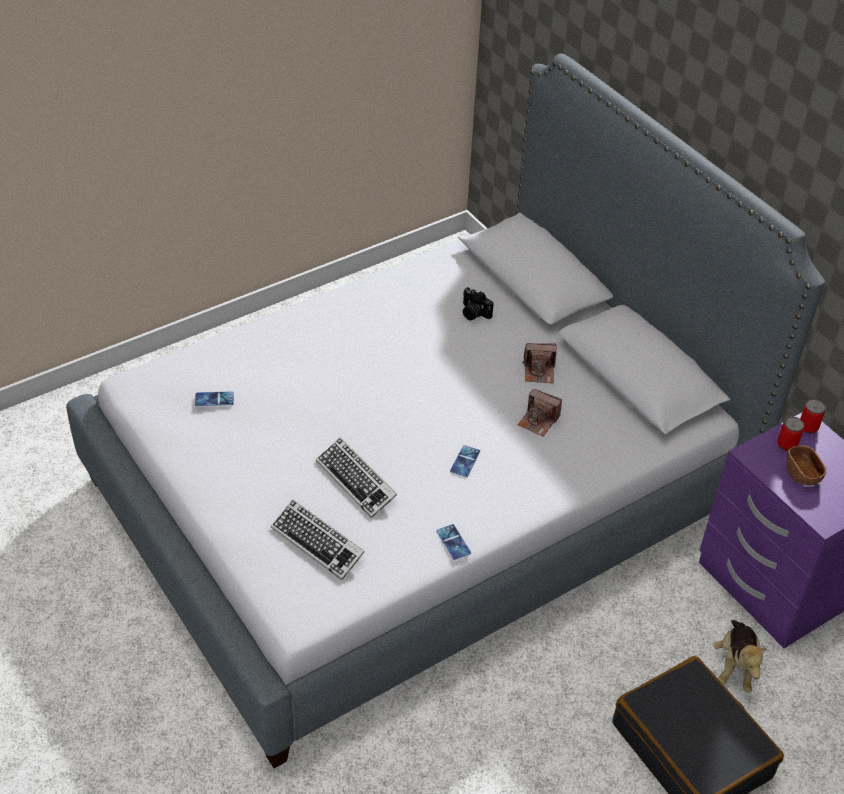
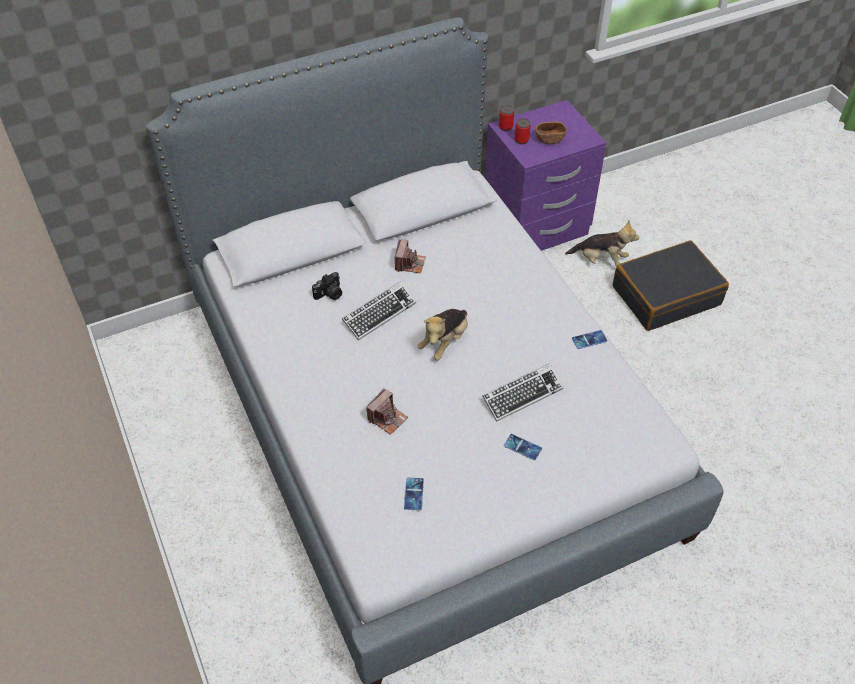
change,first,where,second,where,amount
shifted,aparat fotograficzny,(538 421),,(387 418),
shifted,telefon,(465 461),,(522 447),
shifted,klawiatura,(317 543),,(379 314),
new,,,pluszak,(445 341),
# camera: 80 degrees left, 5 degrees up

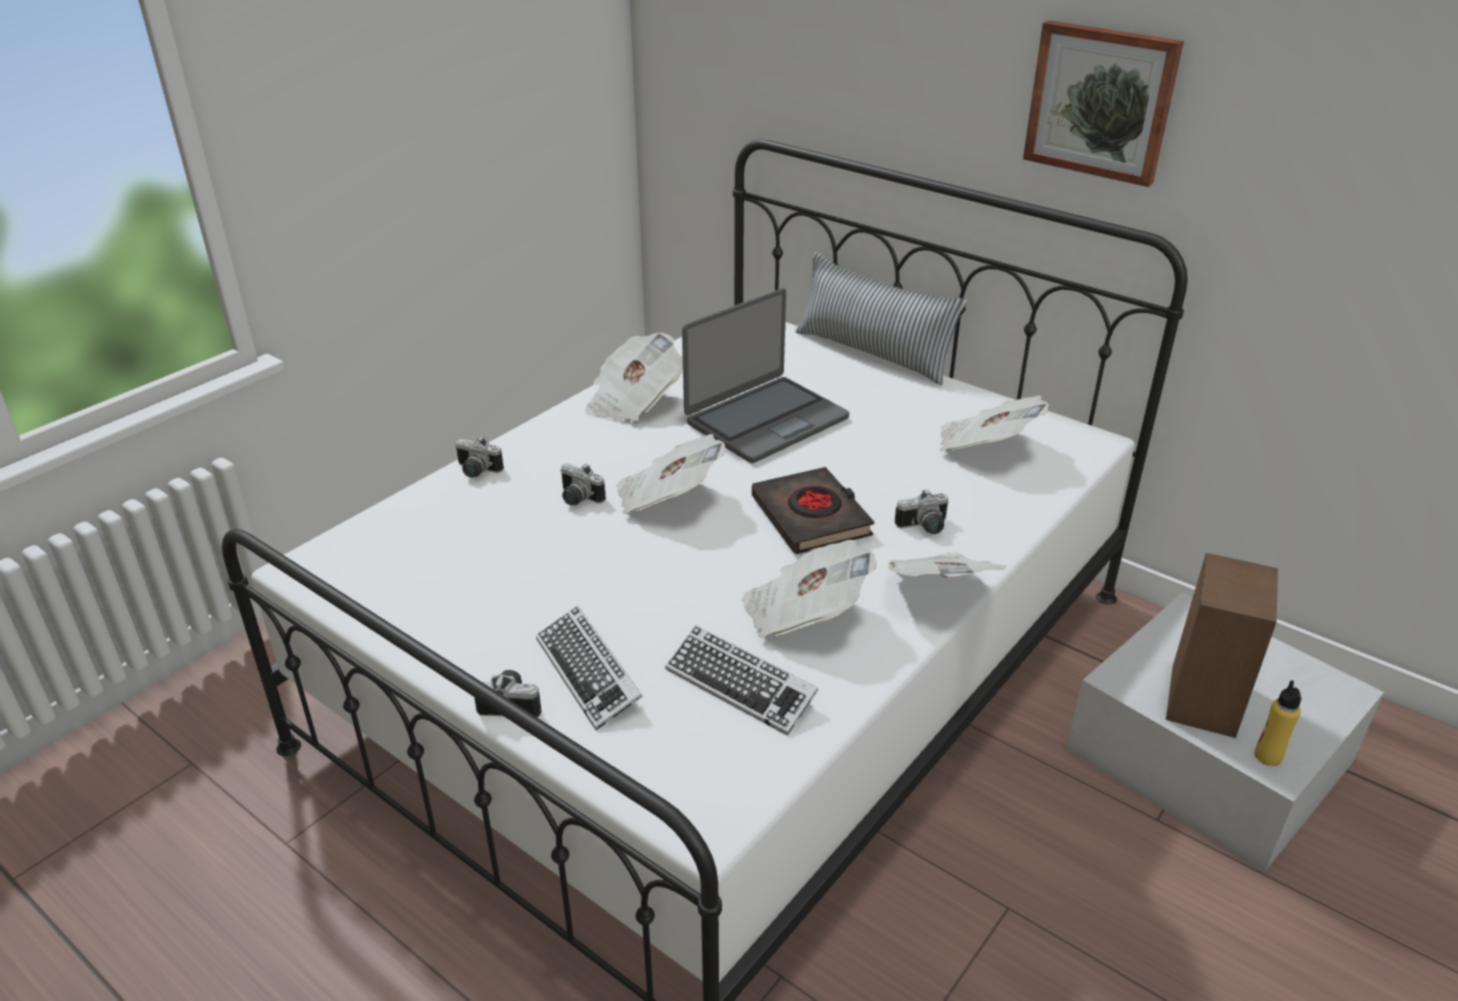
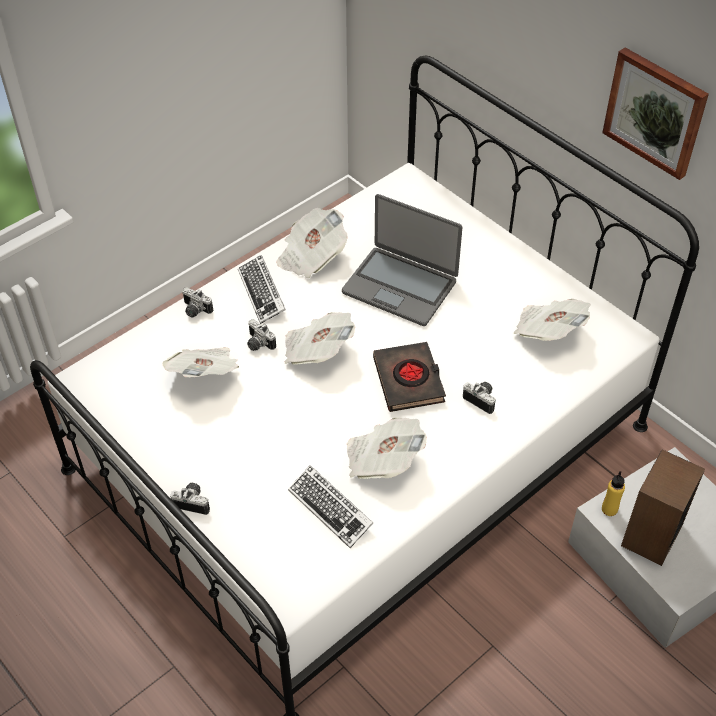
change,first,where,second,where,amount
gone,poduszka,(873 353),,,
rotated,laptop,(765 420),,(400 286),60 degrees clockwise
rotated,aparat fotograficzny,(924 527),,(482 399),135 degrees counterclockwise
shifted,gazeta,(942 591),,(205 374),
shifted,klawiatura,(589 673),,(262 293),
shifted,butelka [żółty],(1268 756),,(609 509),
# camera: 10 degrees right, 15 degrees up

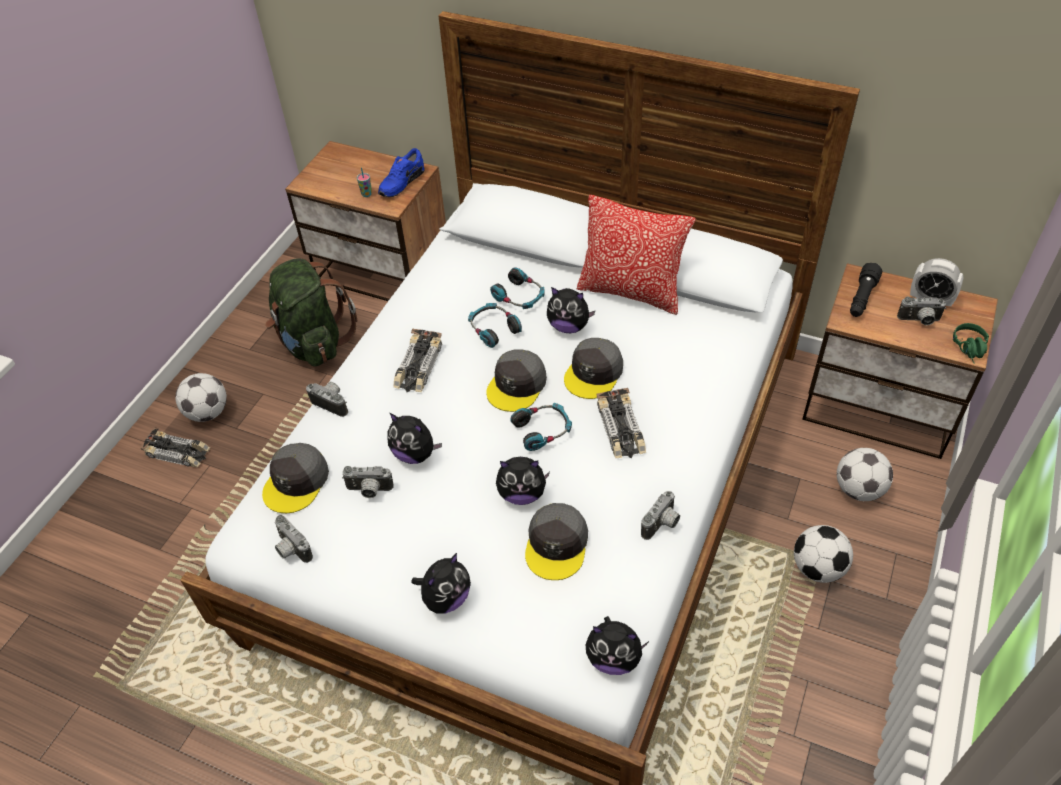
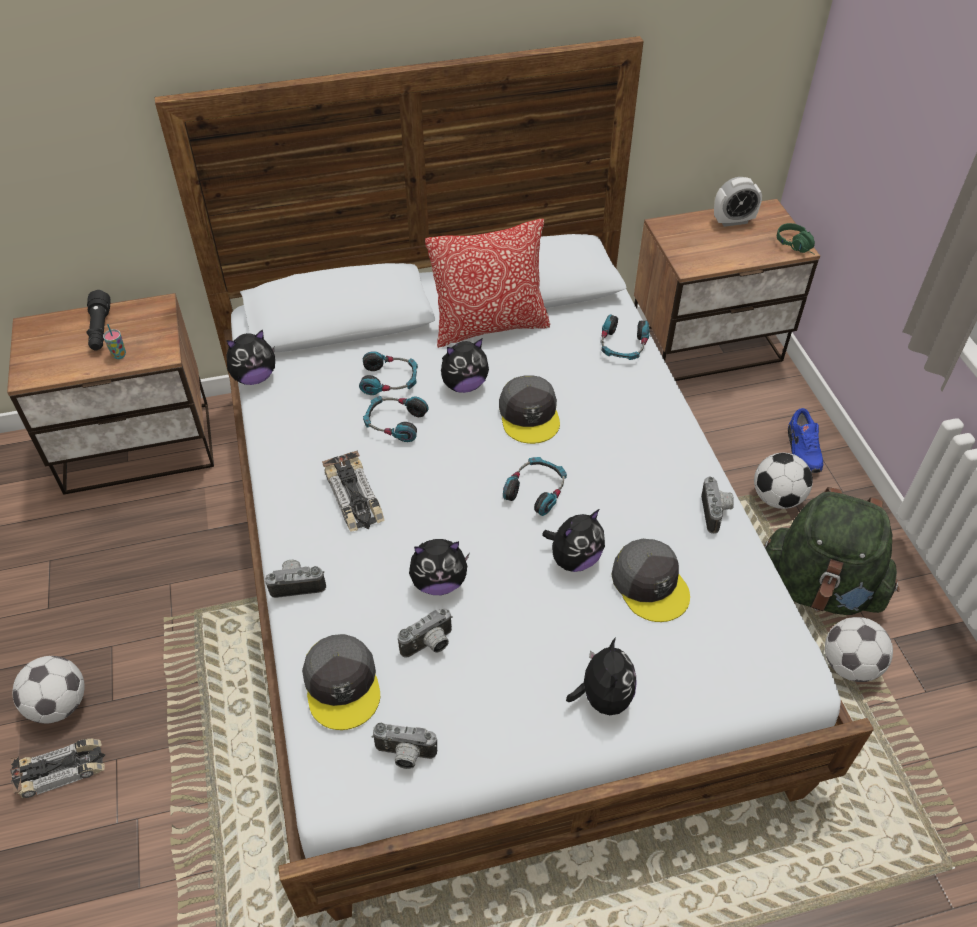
change,first,where,second,where,amount
shifted,but [niebieski],(401 183),,(802 450),
shifted,plecak [zielony],(314 342),,(819 588),
shifted,latarka [czarny],(861 298),,(100 330),
gone,aparat fotograficzny,(919 321),,,
gone,czapka z daszkiem [szary],(517 385),,,
gone,samochodzik,(621 429),,,
shifted,piłka futbolowa,(858 489),,(849 665),
shifted,pluszak,(613 658),,(254 377),
new,,,słuchawki,(623 345),
# camera: 40 degrees left, 0 degrees up

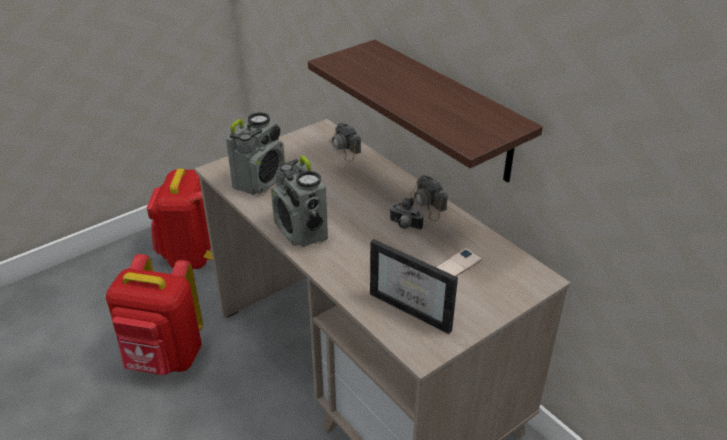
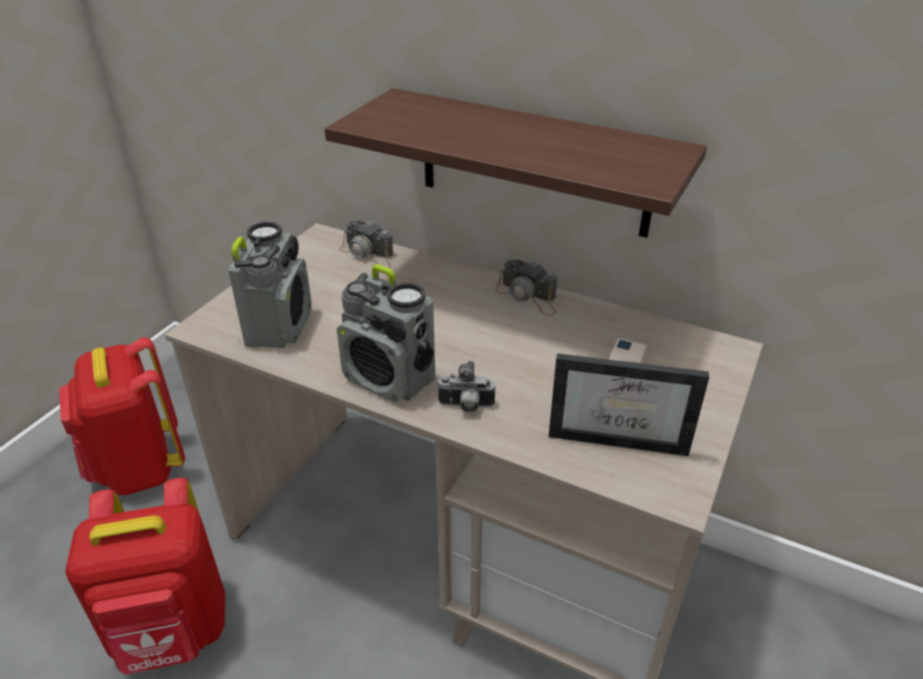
change,first,where,second,where,amount
shifted,aparat fotograficzny,(404 226),,(466 407),
# camera: 25 degrees left, 0 degrees up

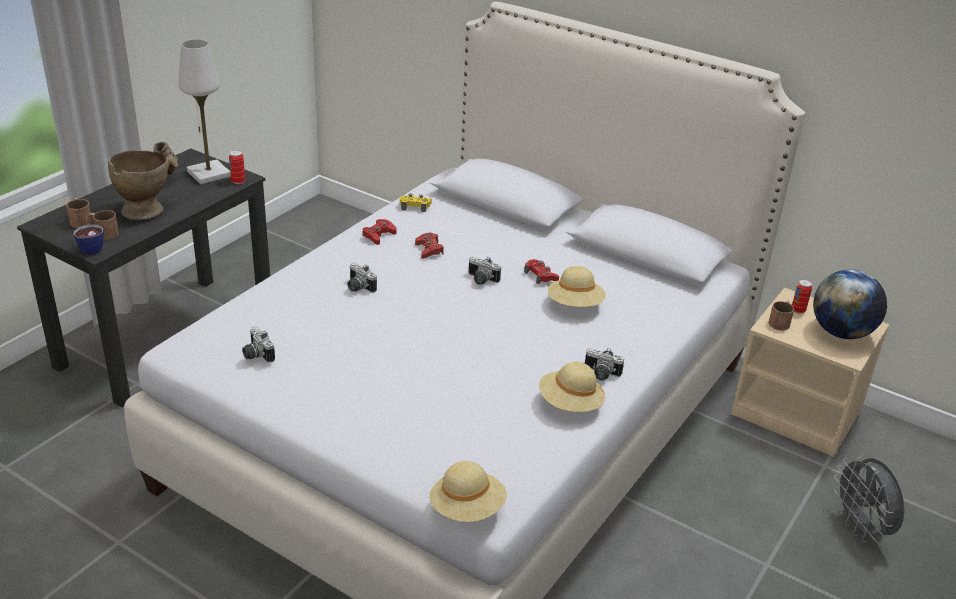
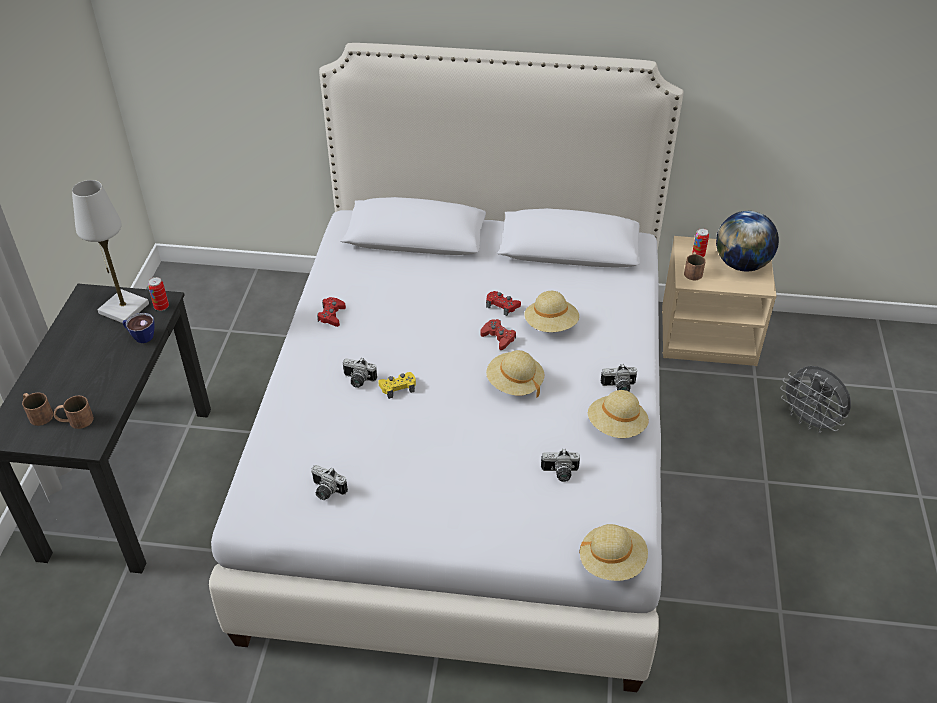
change,first,where,second,where,amount
gone,wazon [beżowy],(148 209),,,
shifted,pad do gier [żółty],(415 206),,(398 387),
shifted,filiżanka,(90 248),,(140 336),
shifted,pad do gier [czerwony],(429 250),,(498 337),
shifted,aparat fotograficzny,(481 280),,(560 473),
new,,,kapelusz [beżowy],(514 384),
# camera: 25 degrees left, 10 degrees up

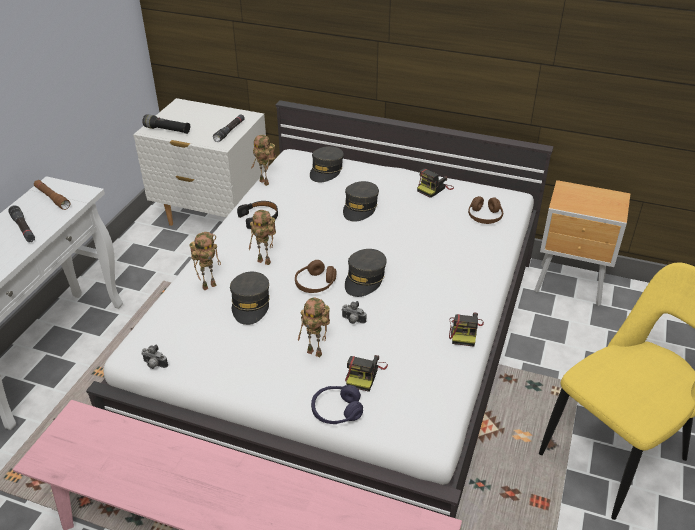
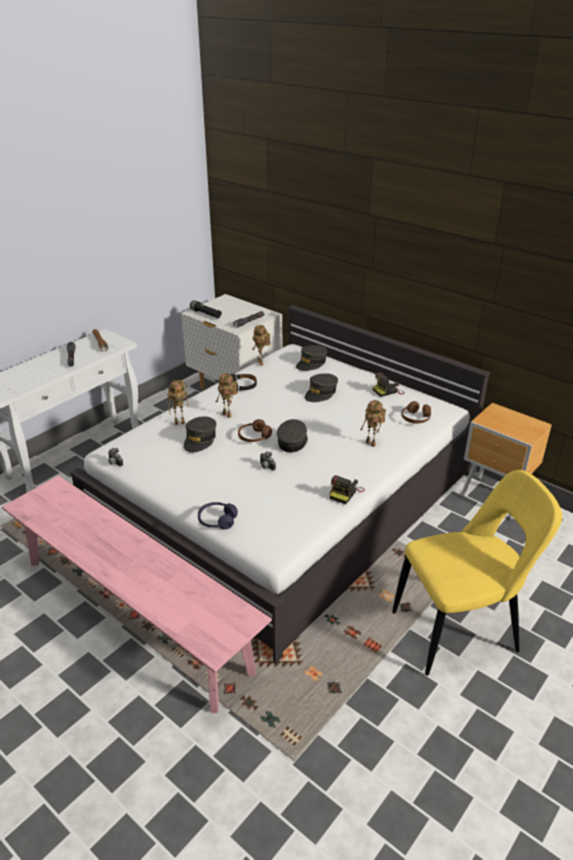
change,first,where,second,where,amount
rotated,czapka z daszkiem [szary],(365 279),,(292 441),150 degrees clockwise
shifted,robot zabawkowy,(316 352),,(372 443),
gone,aparat fotograficzny,(364 374),,,
# camera: 20 degrees right, 5 degrees down

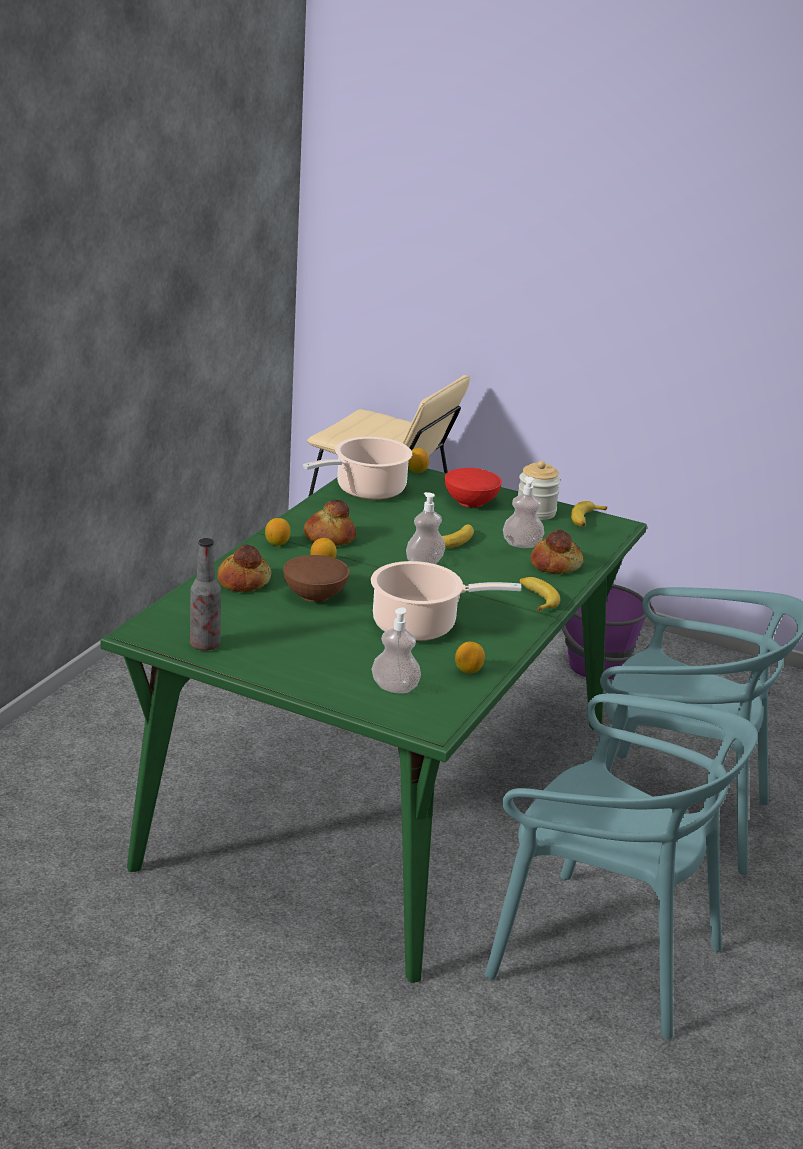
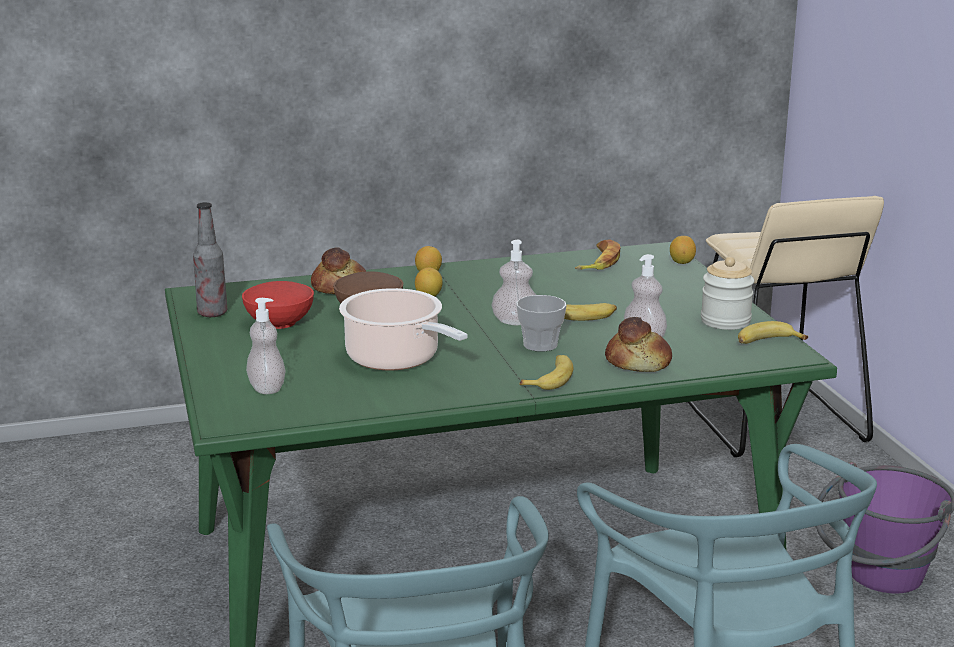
change,first,where,second,where,amount
swapped,garnek,(366 490),banan,(598 262),
shifted,miska [czerwony],(470 502),,(278 322),
gone,chleb,(328 537),,,
gone,cytryna,(468 670),,,
new,,,filiżanka,(540 345),
# camera: 50 degrees right, 5 degrees down

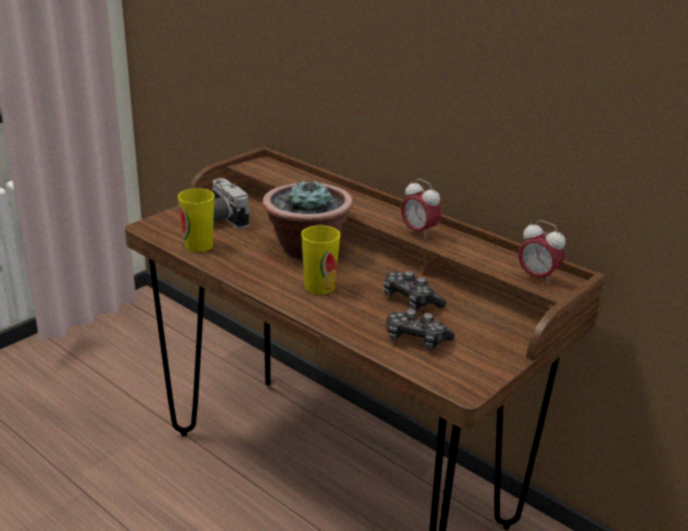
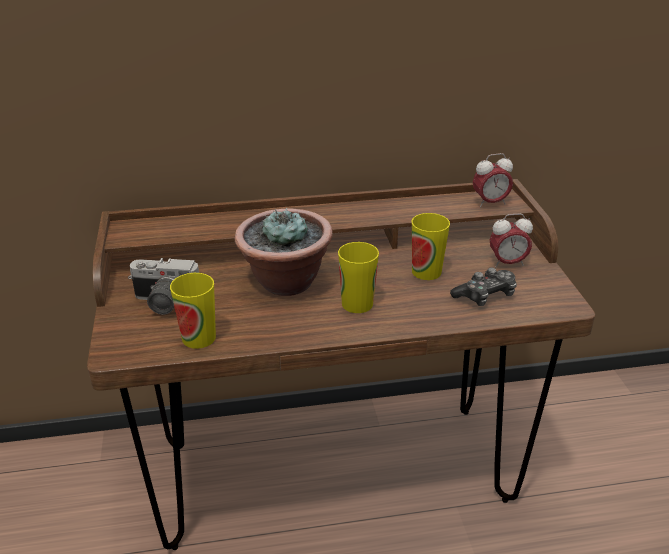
change,first,where,second,where,amount
shifted,budzik,(418 232),,(507 263),
swapped,pad do gier,(410 300),filiżanka,(426 272),
# camera: 50 degrees left, 5 degrees up

